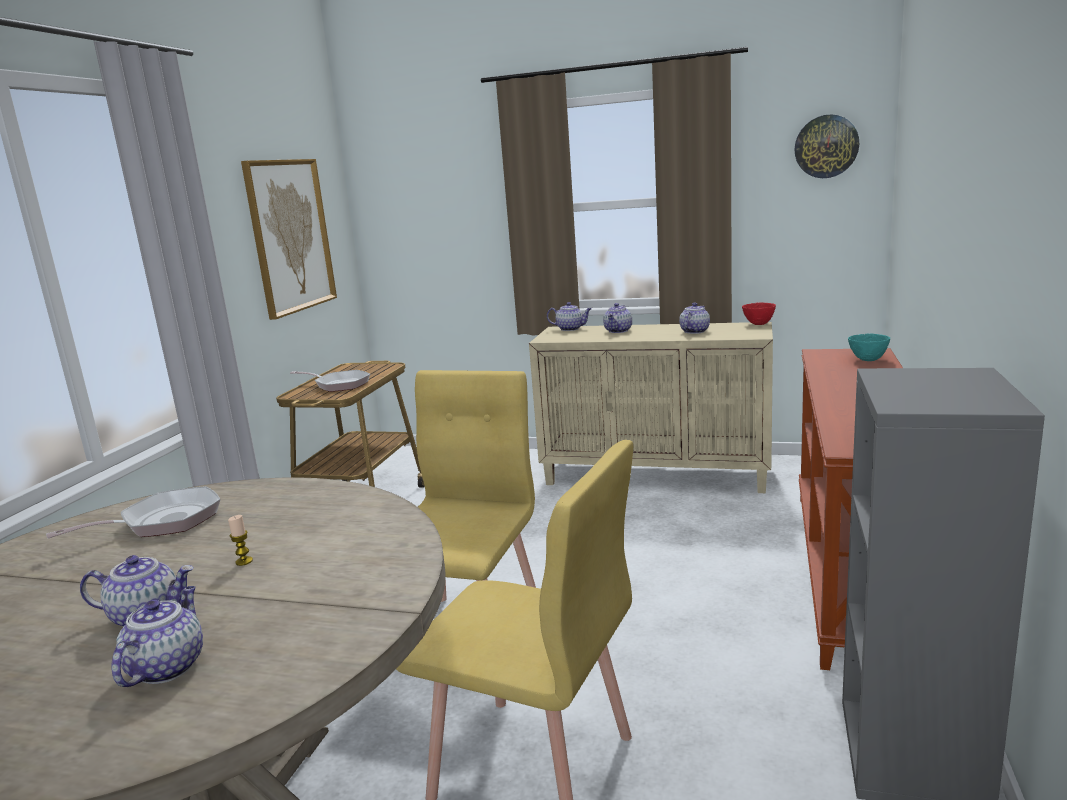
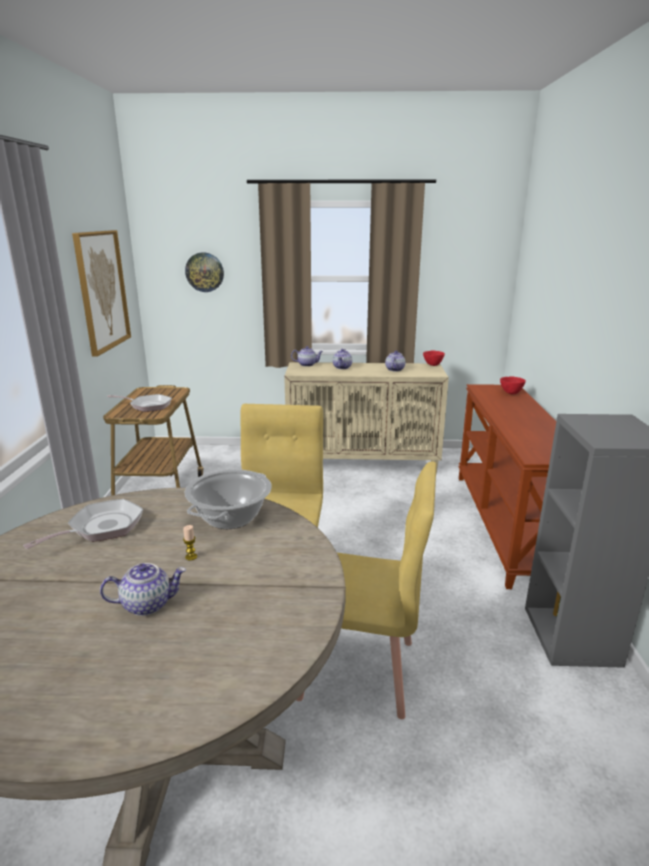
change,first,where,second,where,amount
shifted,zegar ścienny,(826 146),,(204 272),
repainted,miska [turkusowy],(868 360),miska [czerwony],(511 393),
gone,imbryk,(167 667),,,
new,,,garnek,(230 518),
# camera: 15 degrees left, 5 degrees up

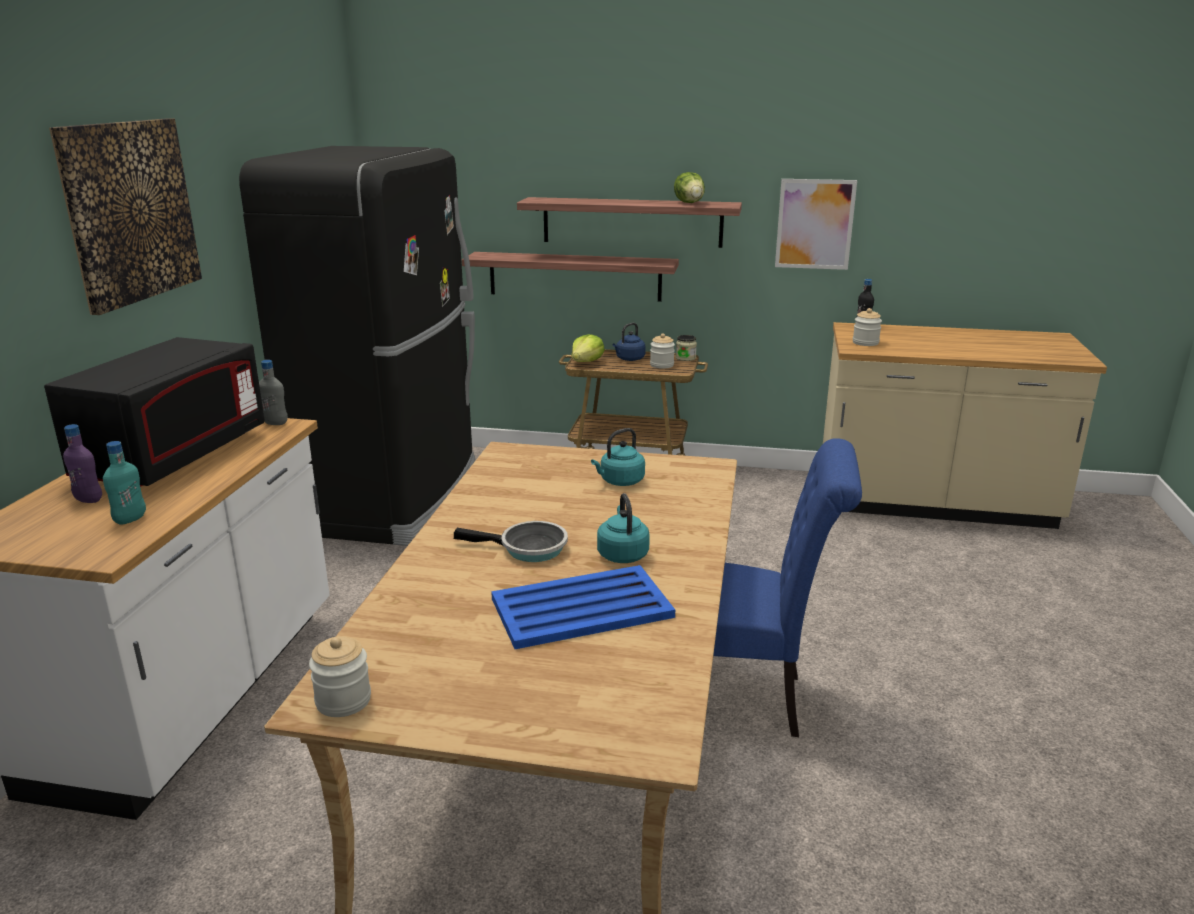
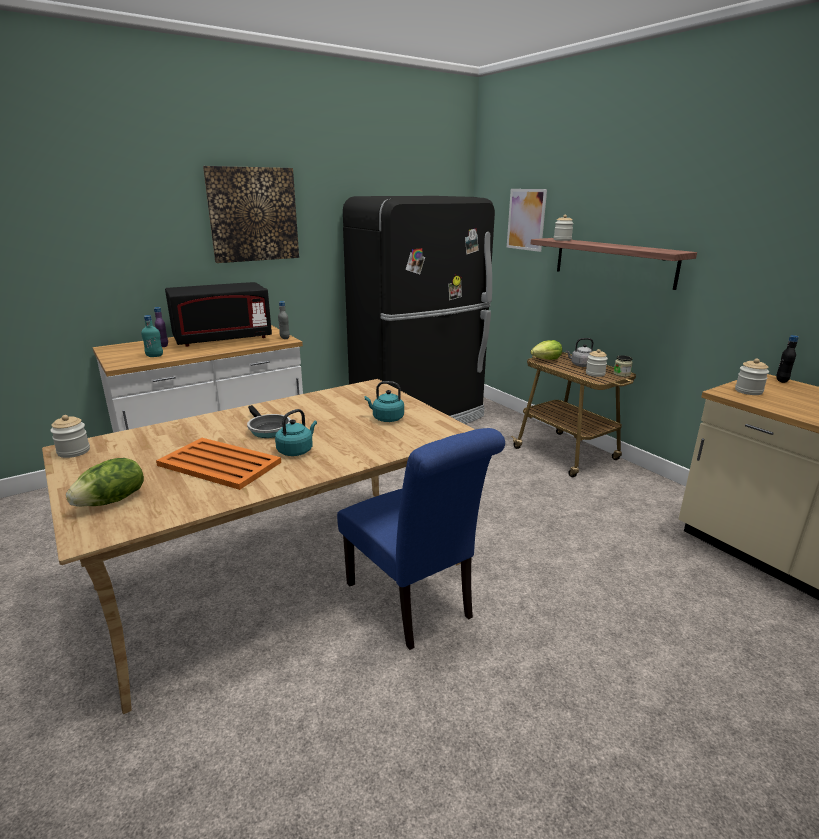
change,first,where,second,where,amount
shifted,sałata,(690 203),,(112 501),
shifted,obraz,(814 224),,(526 219),
gone,półka,(574 276),,,
repainted,czajnik [niebieski],(629 359),czajnik [szary],(580 365),
repainted,taca [niebieski],(583 608),taca [pomarańczowy],(220 464),
new,,,słoik,(562 240),
# camera: 45 degrees right, 0 degrees up

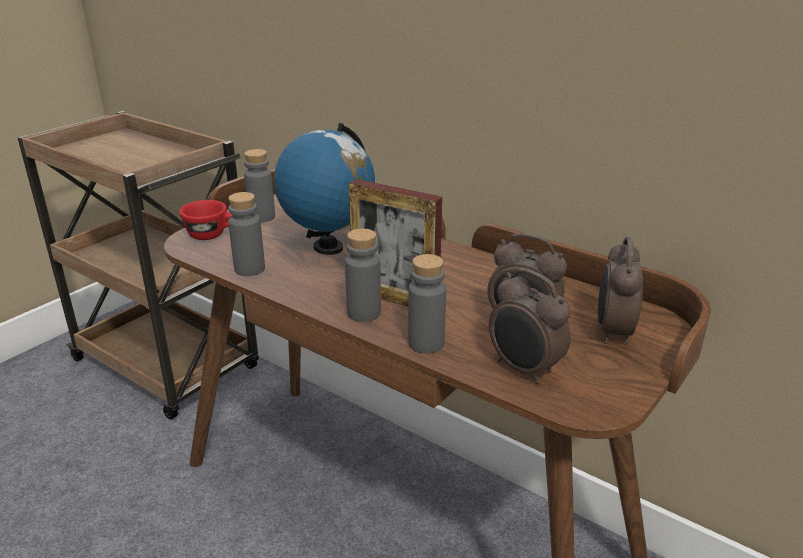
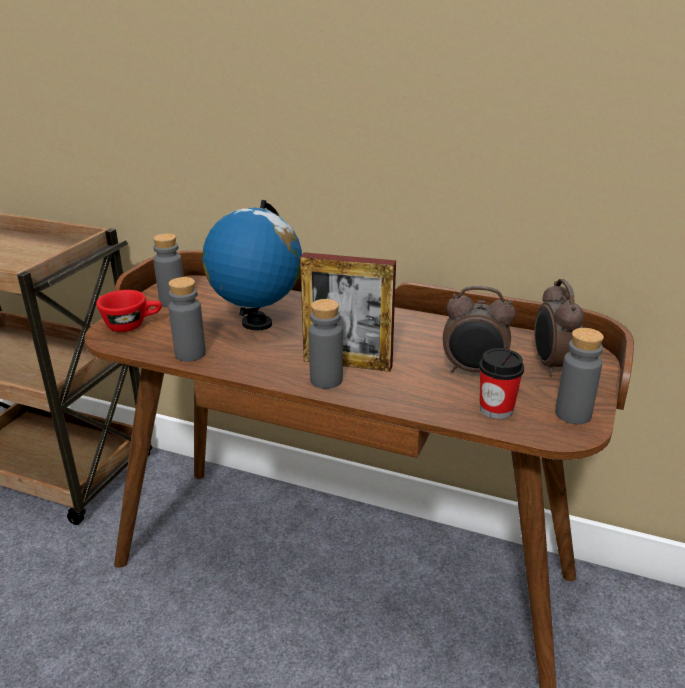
change,first,where,second,where,amount
shifted,butelka [szary],(426 343),,(573 414),
swapped,budzik,(524 370),filiżanka,(496 409),
# camera: 15 degrees left, 0 degrees up

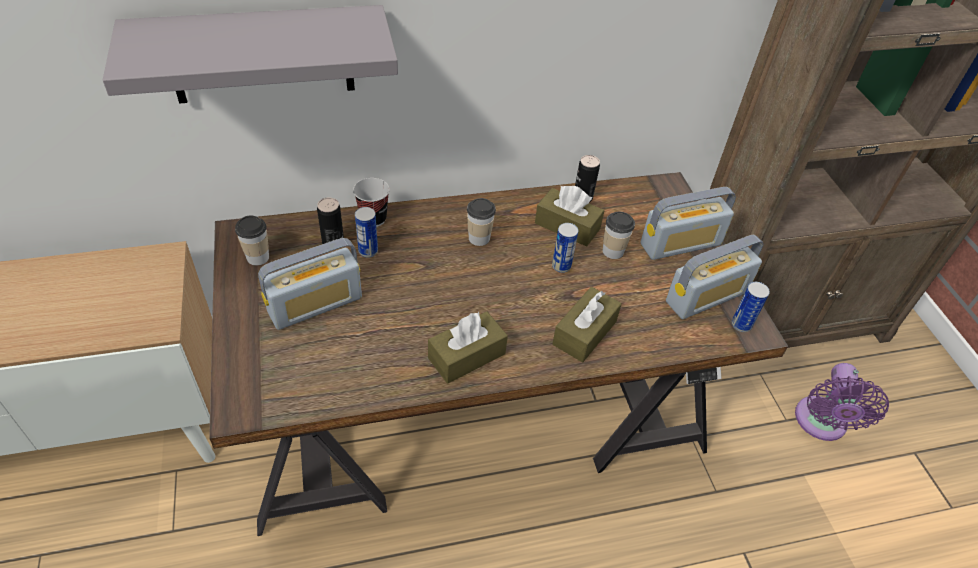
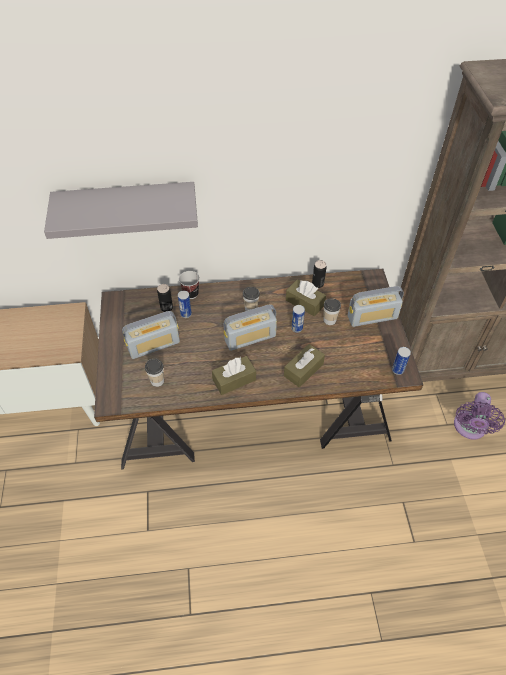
change,first,where,second,where,amount
shifted,filiżanka,(258 257),,(157 381),
shifted,radio,(706 297),,(250 338),
# camera: 10 degrees right, 5 degrees up

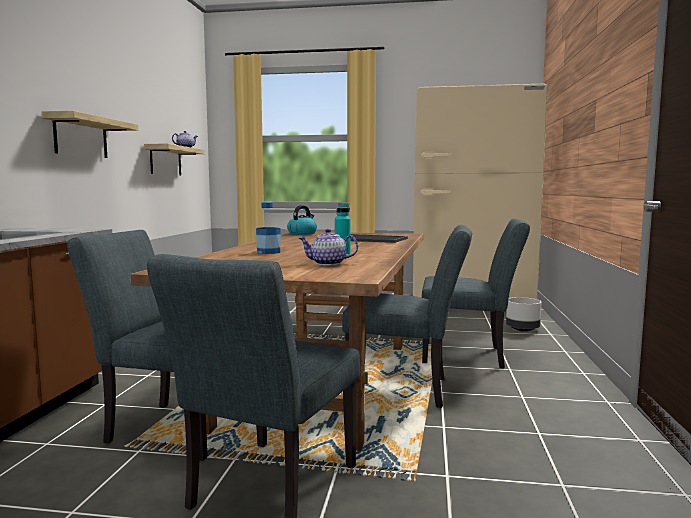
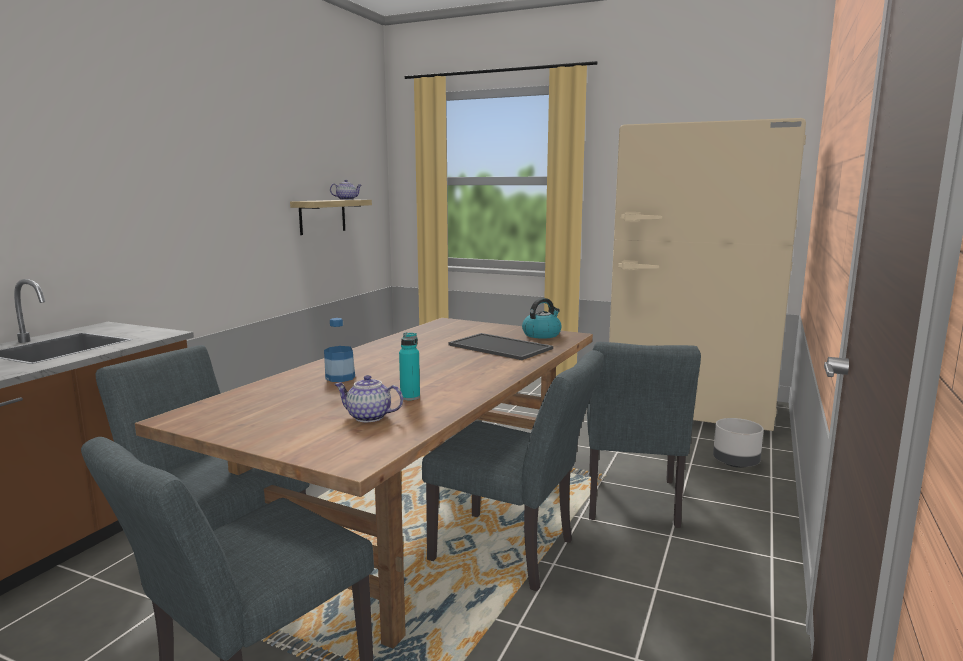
change,first,where,second,where,amount
gone,półka,(81 137),,,
shifted,czajnik,(302 233),,(542 334),
rotated,krzesło [szary],(470 356),,(632 504),75 degrees clockwise
# camera: 15 degrees right, 5 degrees up

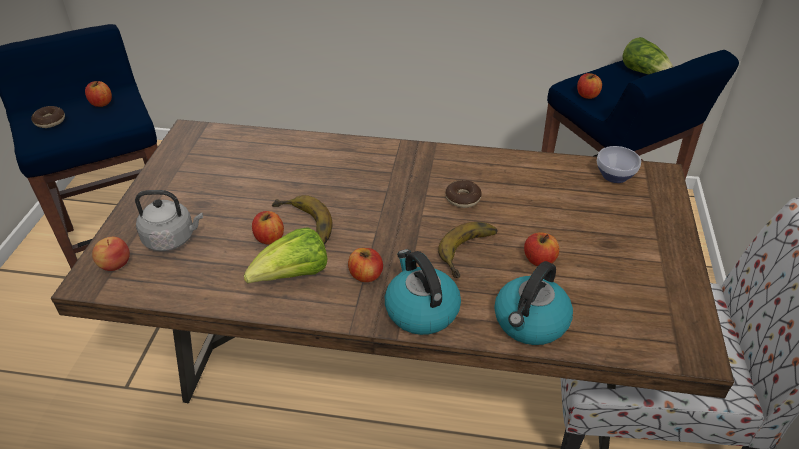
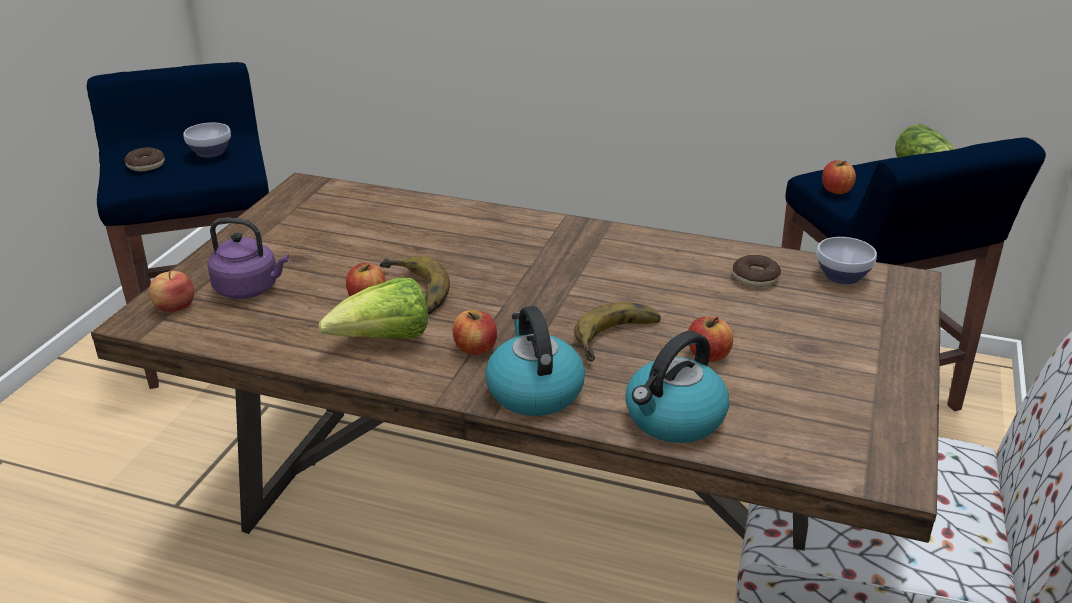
change,first,where,second,where,amount
swapped,jabłko,(101 103),miska,(211 152),
shifted,donut,(462 198),,(755 278),
repainted,czajnik [szary],(172 239),czajnik [fioletowy],(250 289),
# camera: 10 degrees right, 10 degrees down

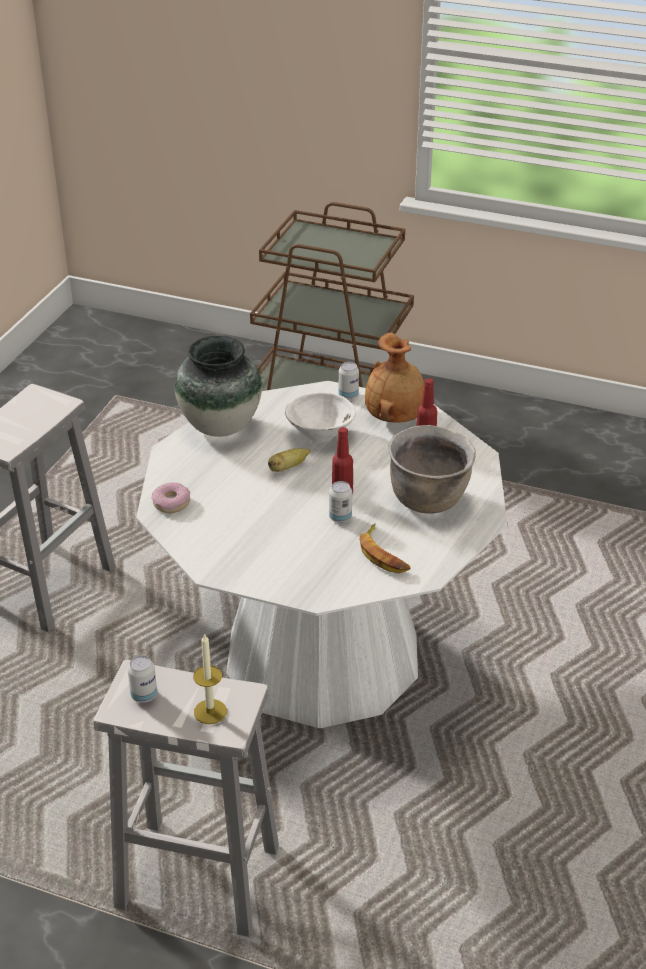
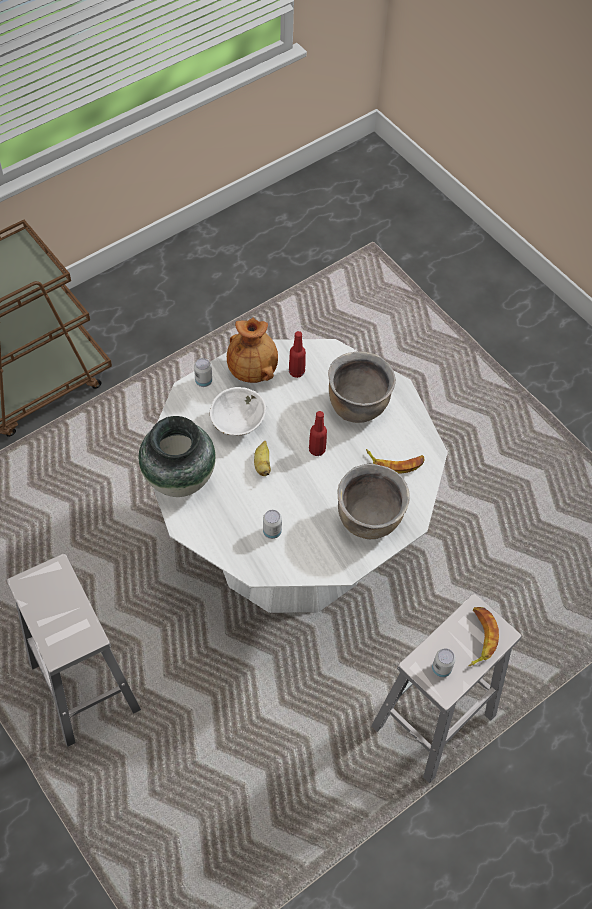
change,first,where,second,where,amount
shifted,puszka,(340 517),,(272 532),
gone,donut,(171 503),,,
swapped,świeca,(210 711),banan,(479 637),
new,,,garnek [brązowy],(369 520),
# camera: 60 degrees left, 20 degrees up

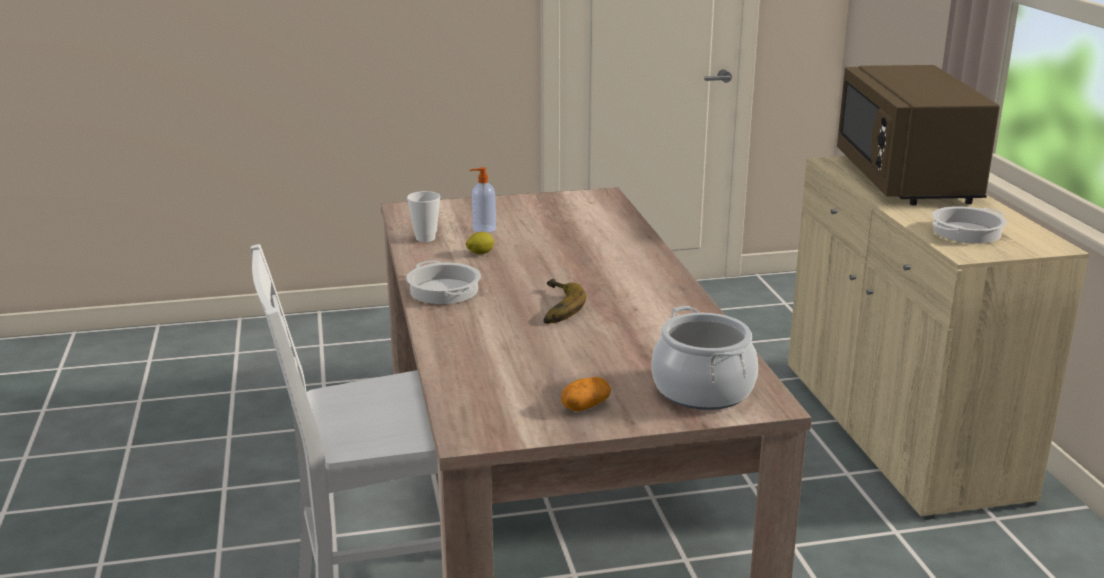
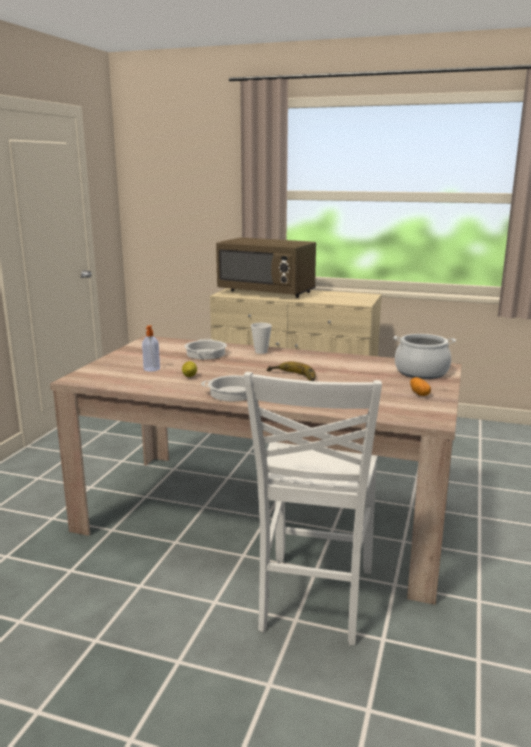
change,first,where,second,where,amount
shifted,filiżanka,(425 238),,(261 352),
shifted,garnek,(966 232),,(205 354),
# camera: 60 degrees left, 5 degrees down

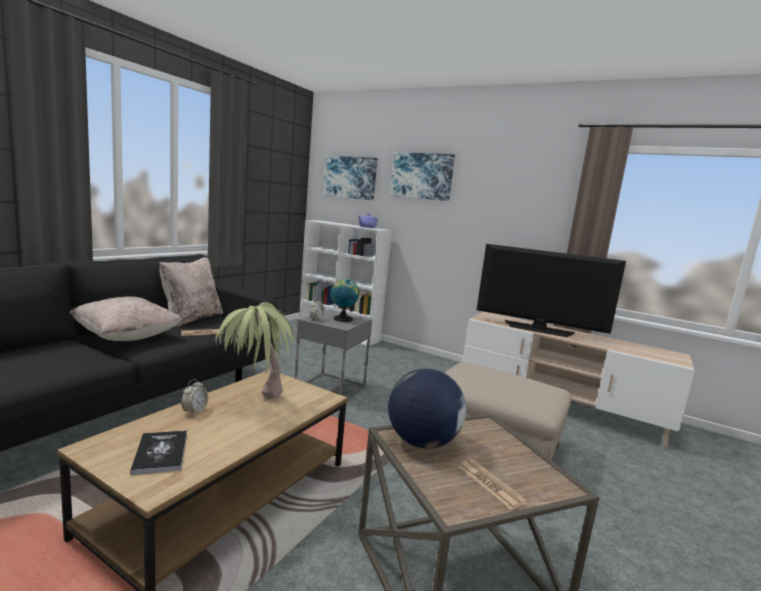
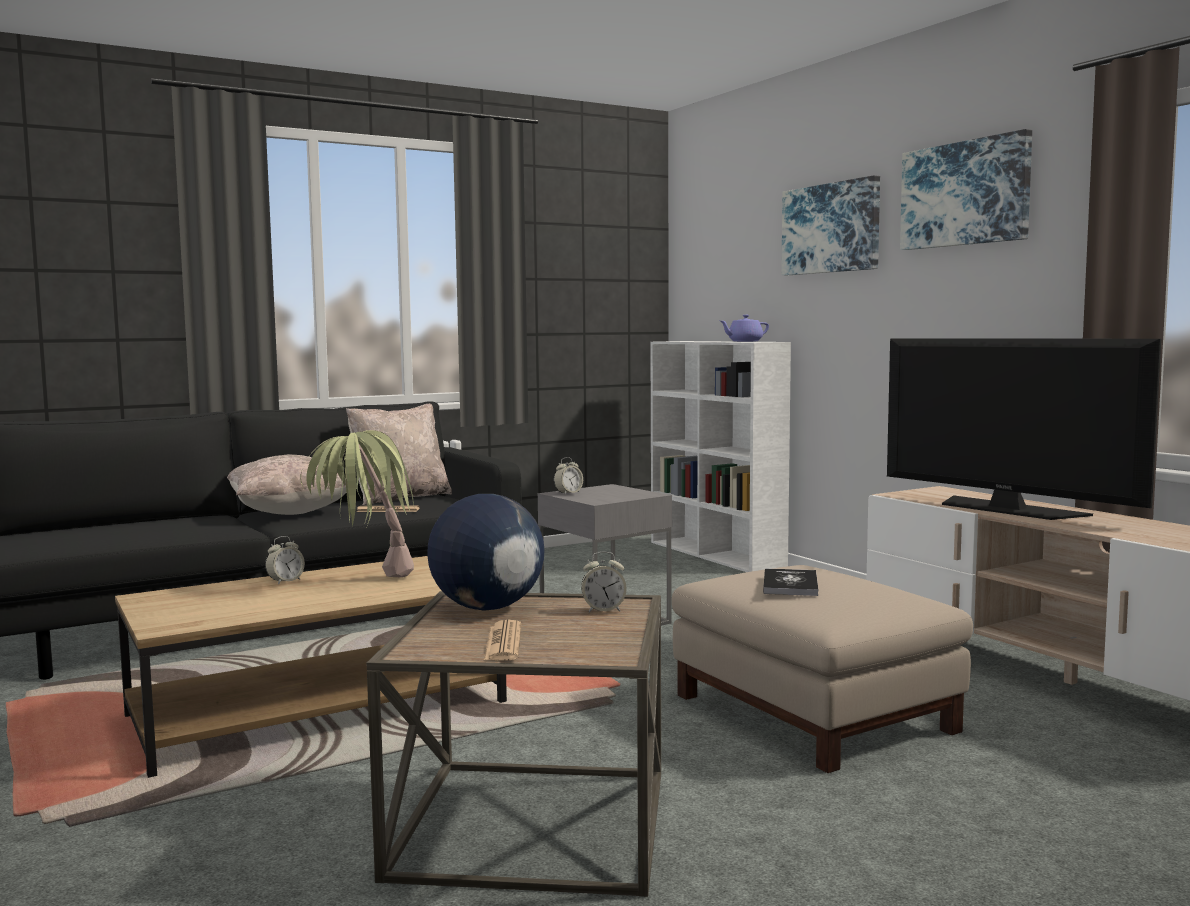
change,first,where,second,where,amount
shifted,obraz,(350 177),,(965 194),
gone,globus,(342 318),,,
shifted,książka,(160 453),,(790 584),
new,,,budzik,(603 610),
# camera: 30 degrees right, 5 degrees down

